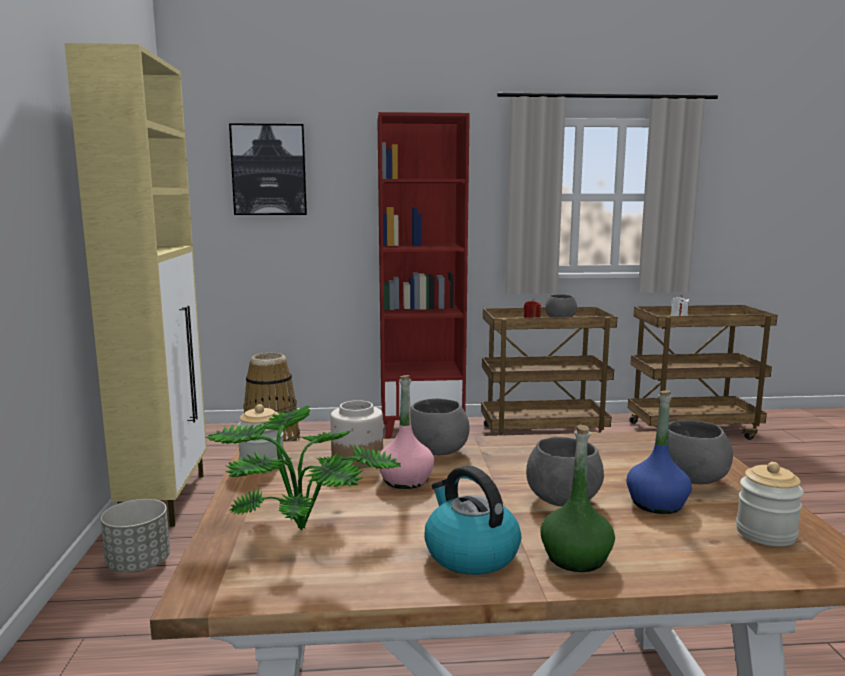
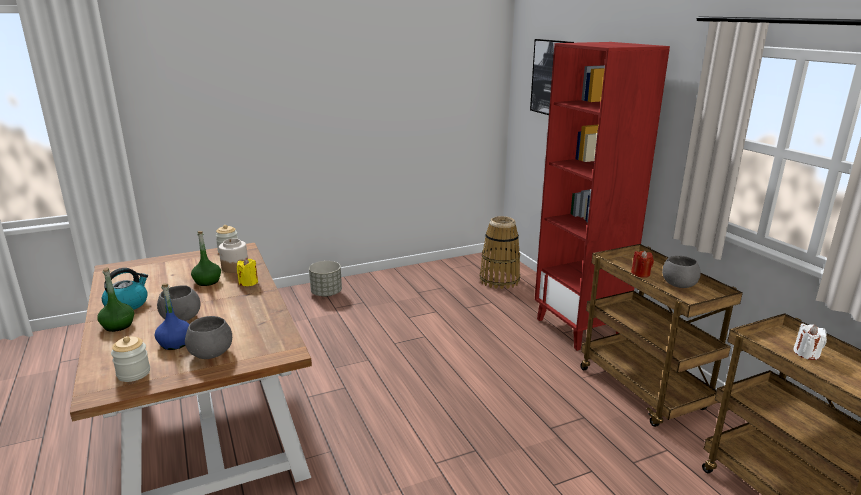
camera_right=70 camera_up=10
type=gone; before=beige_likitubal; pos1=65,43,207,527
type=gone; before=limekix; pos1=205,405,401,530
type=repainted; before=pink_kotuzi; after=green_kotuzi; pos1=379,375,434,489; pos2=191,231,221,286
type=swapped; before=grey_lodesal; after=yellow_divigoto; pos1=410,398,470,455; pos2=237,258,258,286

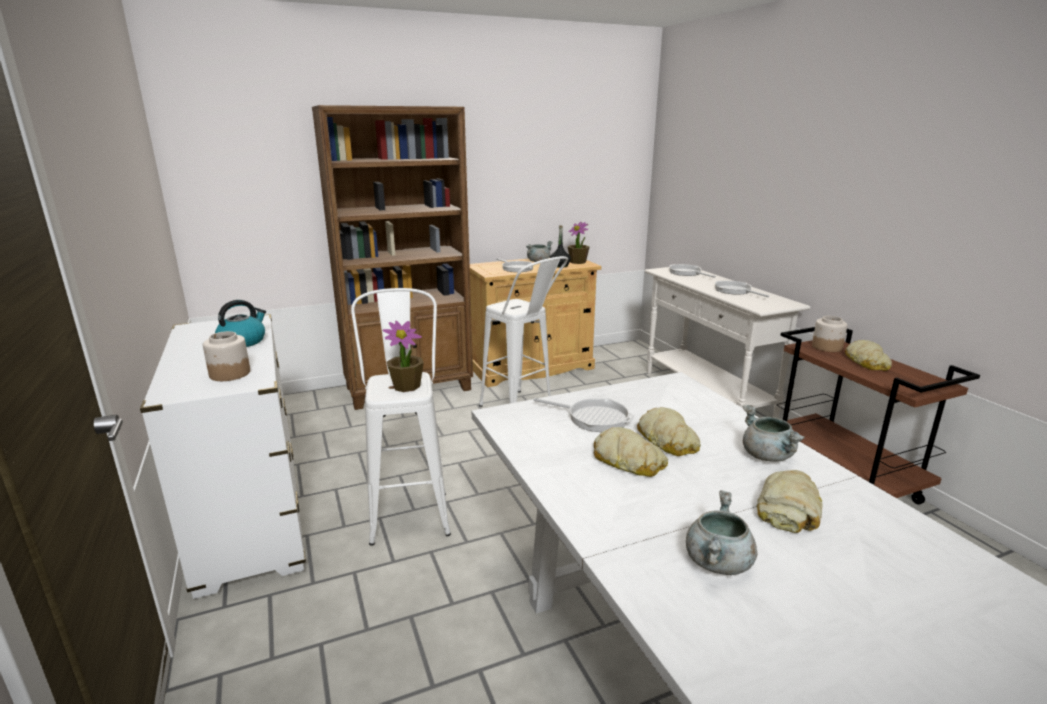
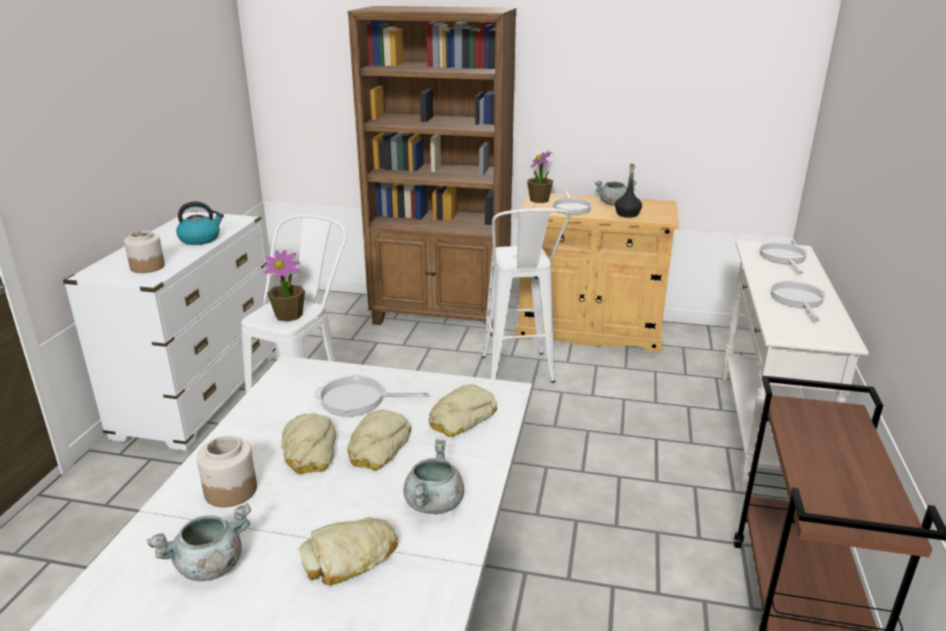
camera_right=35 camera_up=5
type=rotated; before=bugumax; pos1=534,398,634,432; pos2=314,374,429,416; turn=120
type=shifted; before=limekix; pos1=568,221,590,264; pos2=527,150,553,203
type=shifted; before=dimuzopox; pos1=812,316,847,352; pos2=197,436,257,508
type=shifted; before=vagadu; pos1=845,340,892,371; pos2=428,384,497,437

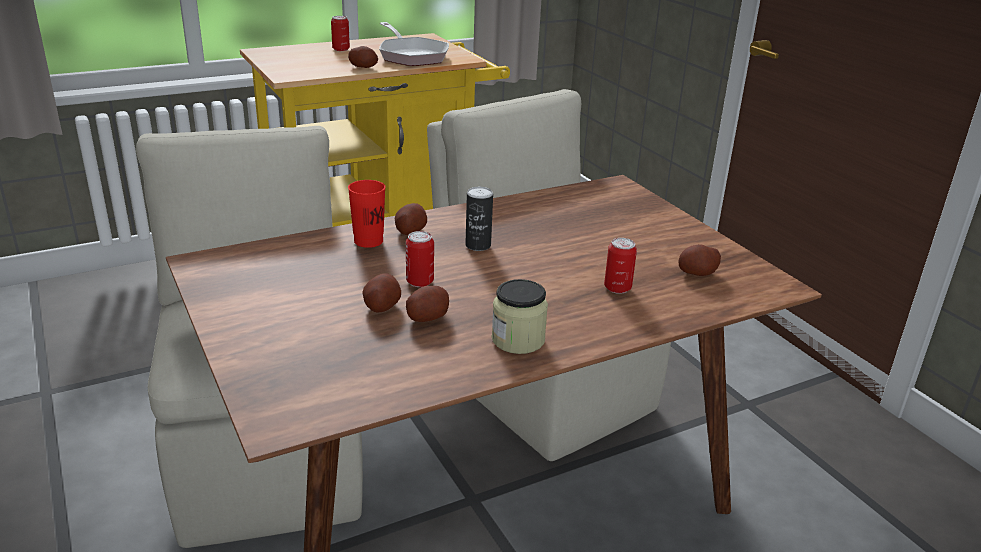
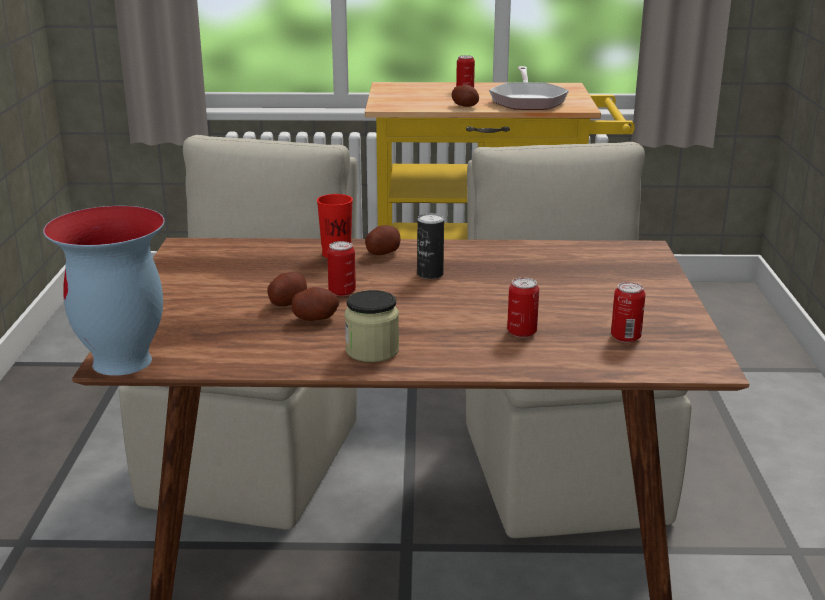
camera_right=30 camera_up=-5
type=swapped; before=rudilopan; after=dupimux; pos1=679,244,721,276; pos2=611,282,646,343
type=new; after=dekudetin; pos2=43,206,164,376

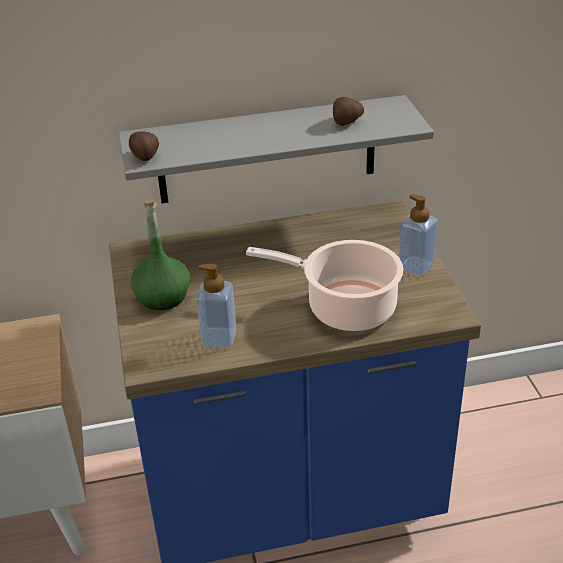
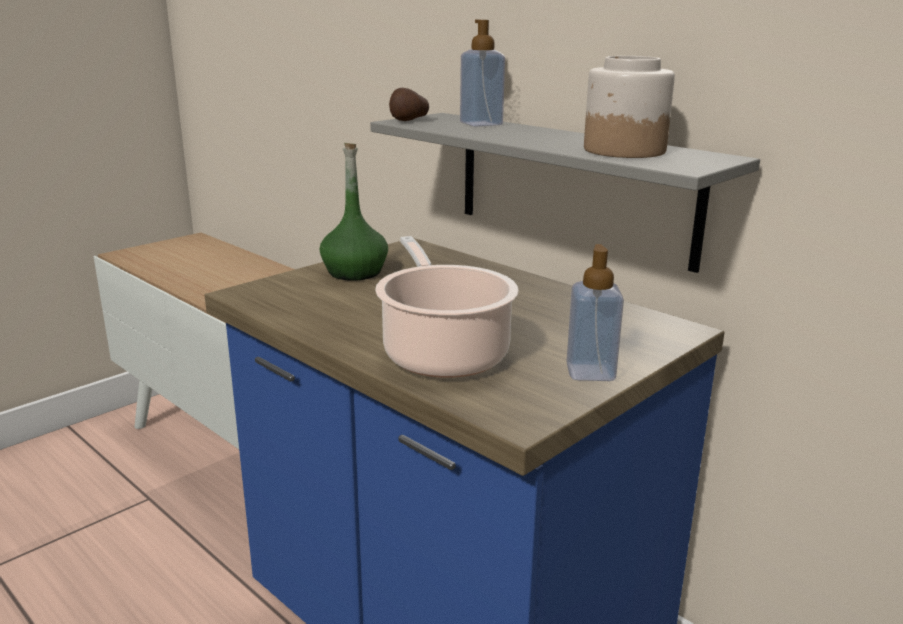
camera_right=55 camera_up=-15
type=shifted; before=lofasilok; pos1=196,264,236,348; pos2=460,20,505,127
type=swapped; before=rudilopan; after=dimuzopox; pos1=333,97,364,126; pos2=584,56,675,158

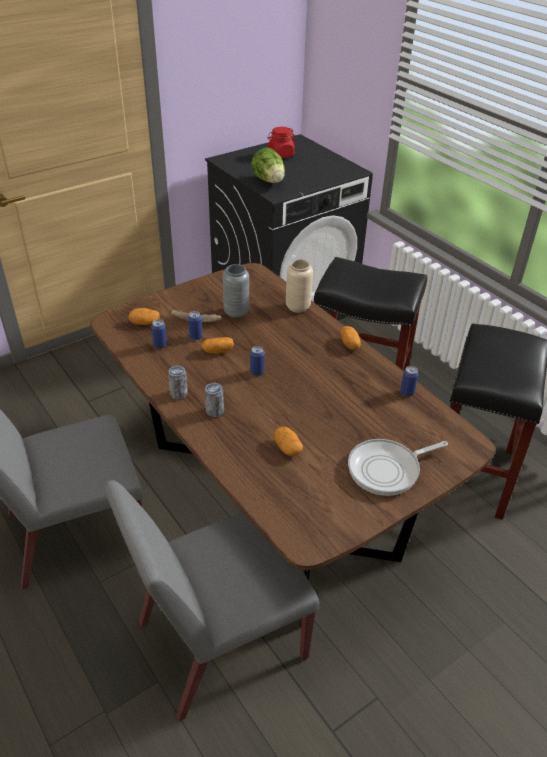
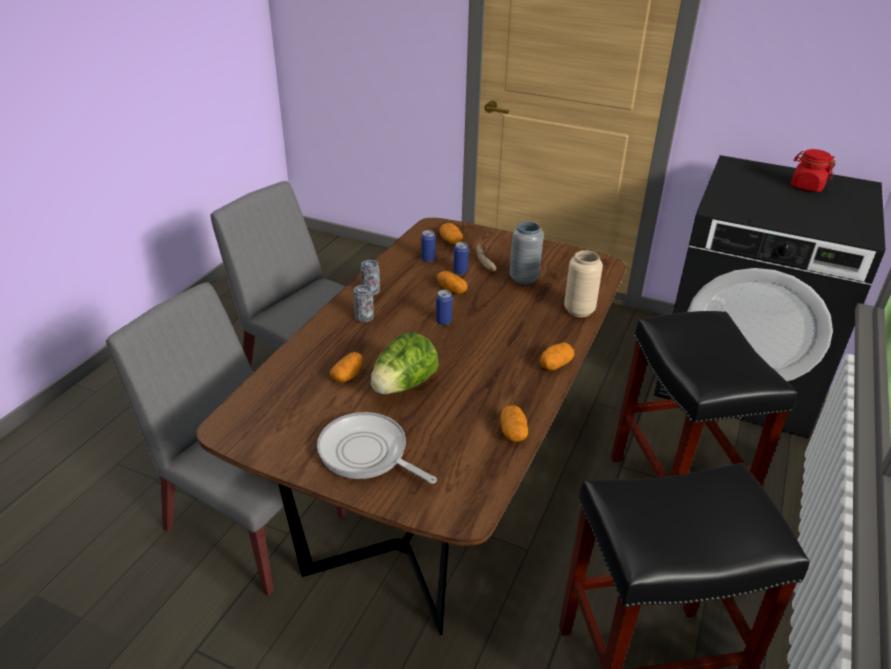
camera_right=60 camera_up=-5
type=shifted; before=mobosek; pos1=251,148,285,183; pos2=370,332,439,394
type=swapped; before=dupimux; after=rudilopan; pos1=400,366,419,397; pos2=500,405,528,442

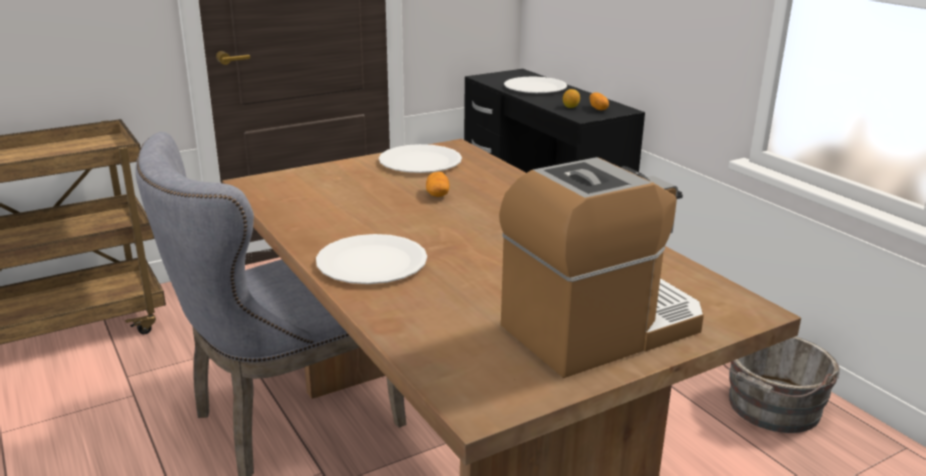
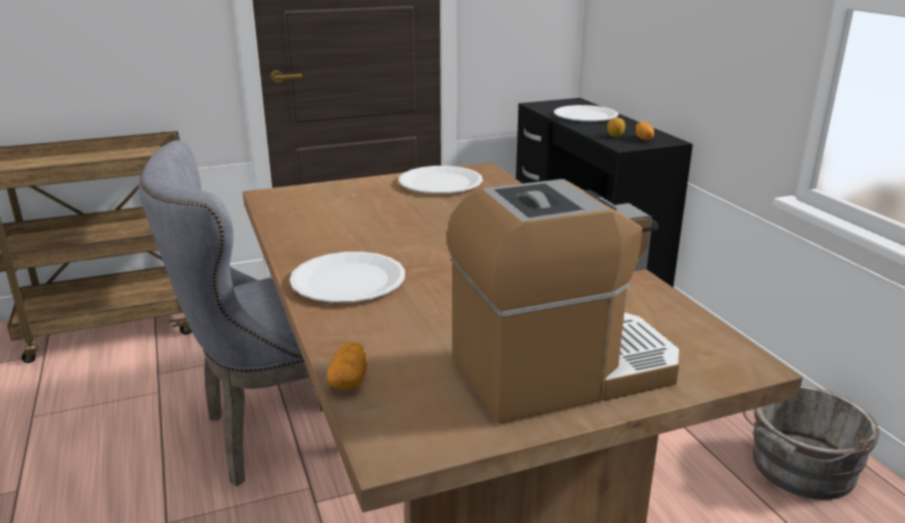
camera_right=10 camera_up=0
type=shifted; before=rudilopan; pos1=426,172,450,197; pos2=327,343,368,389

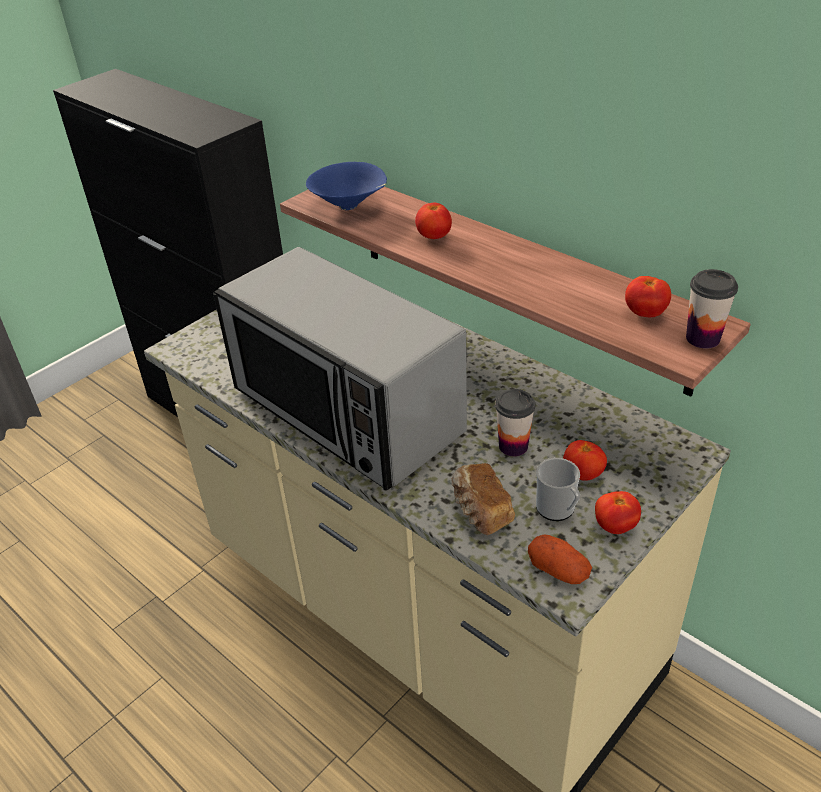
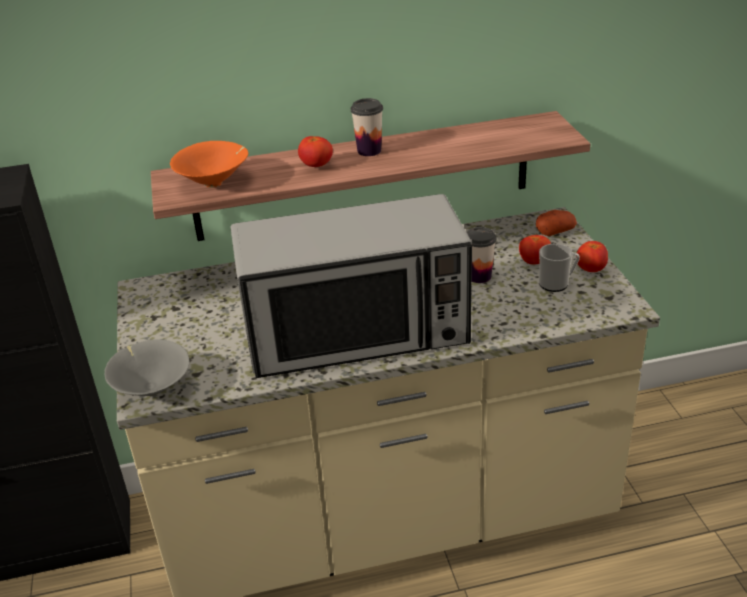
camera_right=-55 camera_up=-5
type=repainted; before=blue_lodesal; after=orange_lodesal; pos1=306,162,387,210; pos2=170,141,248,188
type=gone; before=vagadu; pos1=451,463,515,535
type=shifted; before=rudilopan; pos1=528,535,592,584; pos2=536,210,577,236
type=gone; before=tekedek; pos1=625,276,671,317
type=shifted; before=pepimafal; pos1=686,269,738,349; pos2=351,98,383,156
type=new; after=grey_lodesal; pos2=105,339,189,396

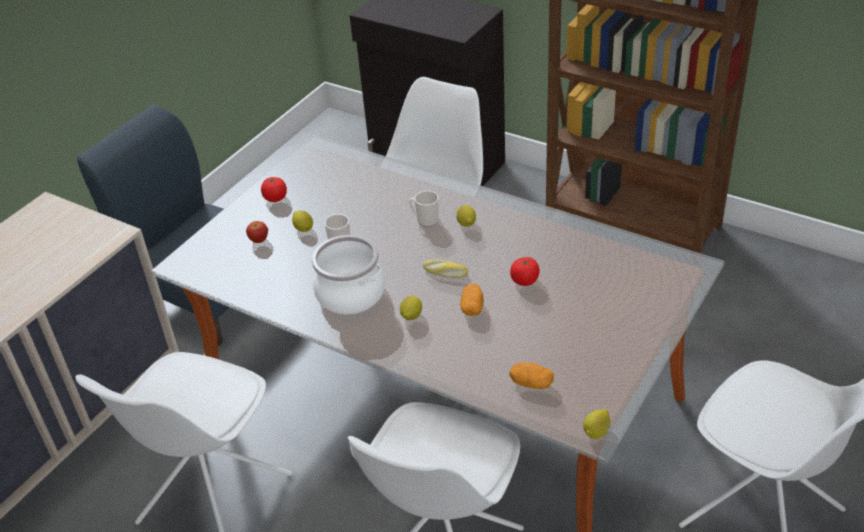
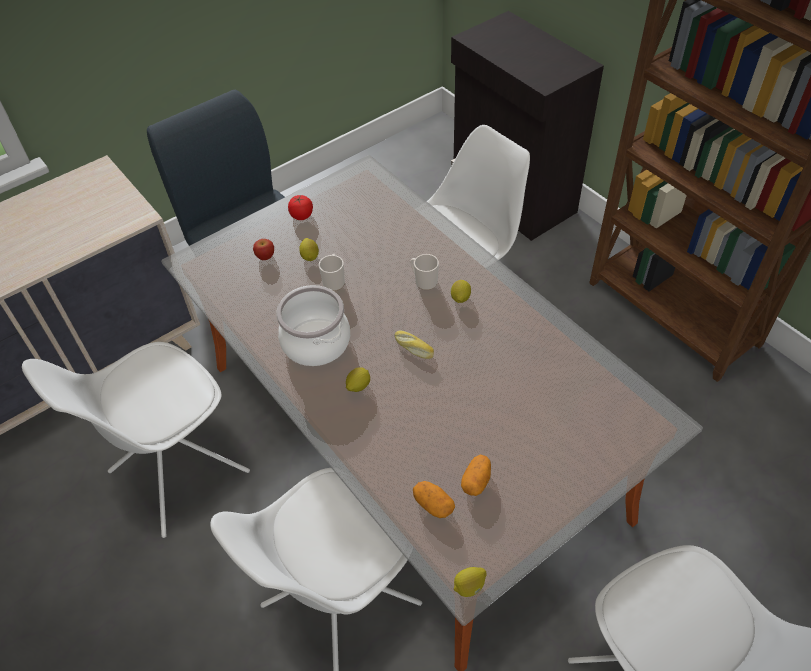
camera_right=20 camera_up=10
type=shifted; before=rudilopan; pos1=460,284,484,316; pos2=461,454,491,496
type=gone; before=tekedek; pos1=510,257,540,286

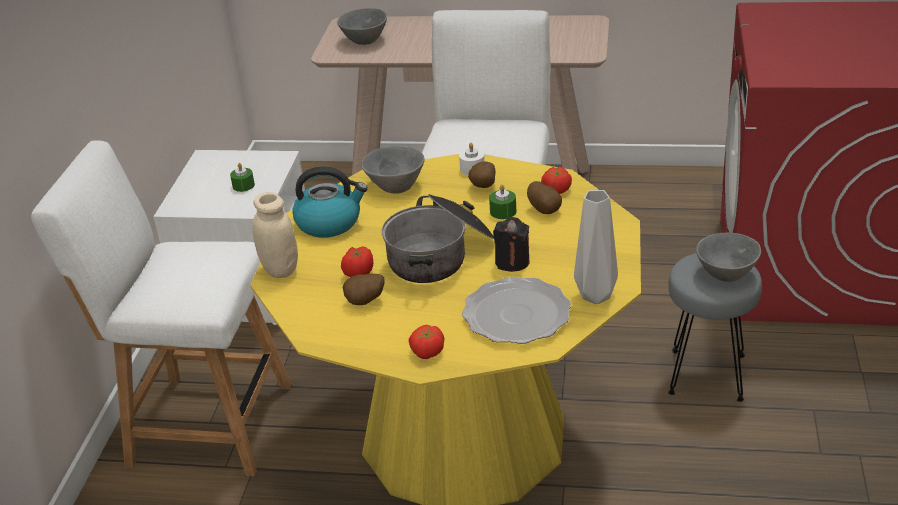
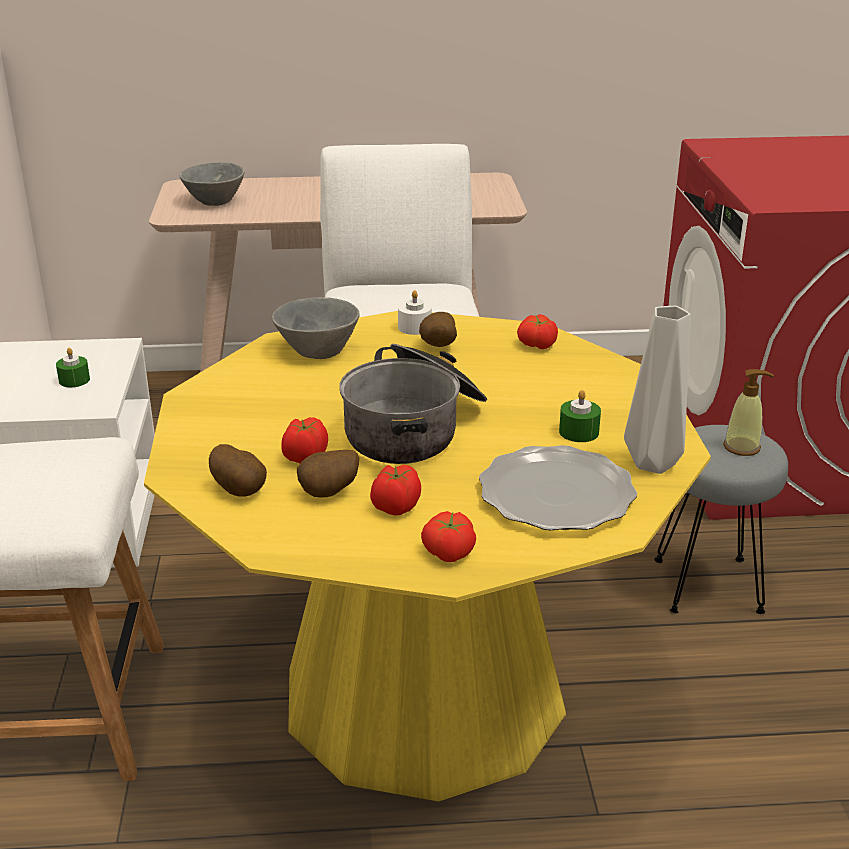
camera_right=-15 camera_up=-5
type=gone; before=beige_dimuzopox; pos1=253,192,298,278
type=gone; before=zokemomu; pos1=292,166,368,238
type=shifted; before=green_divigoto; pos1=489,184,517,219; pos2=559,390,601,442
type=gone; before=black_divigoto; pos1=493,217,530,272
type=shifted; before=rudilopan; pos1=527,181,562,214; pos2=209,444,267,497
type=swapped; before=grey_lodesal; after=lofasilok; pos1=696,233,761,282; pos2=723,369,774,456
type=new; after=tekedek; pos2=370,465,421,516

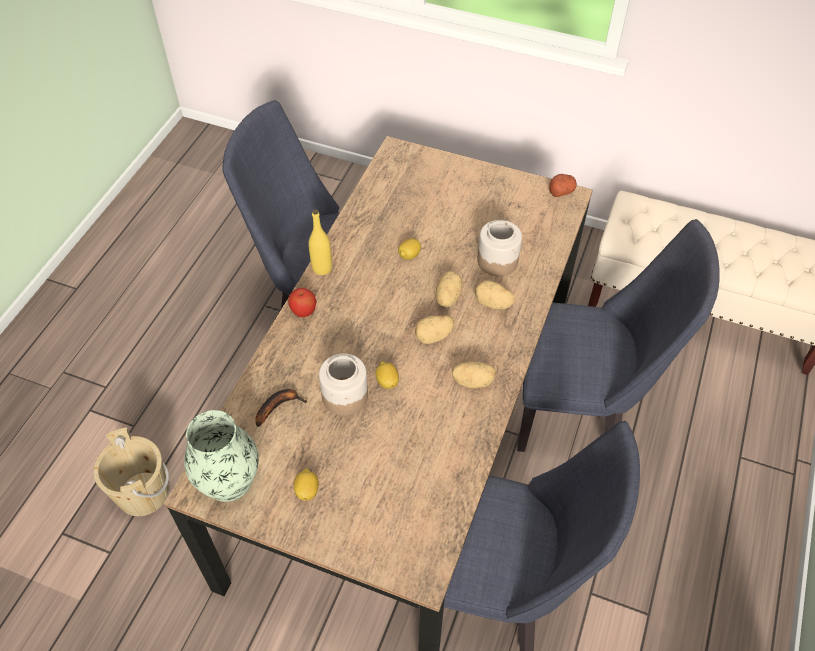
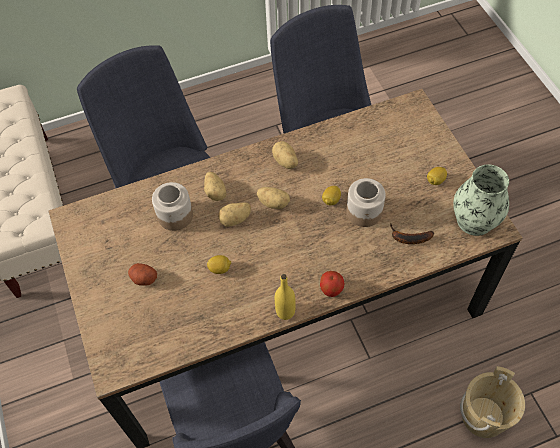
camera_right=-130 camera_up=5
type=shifted; before=rudilopan; pos1=549,174,577,197; pos2=128,263,157,286

